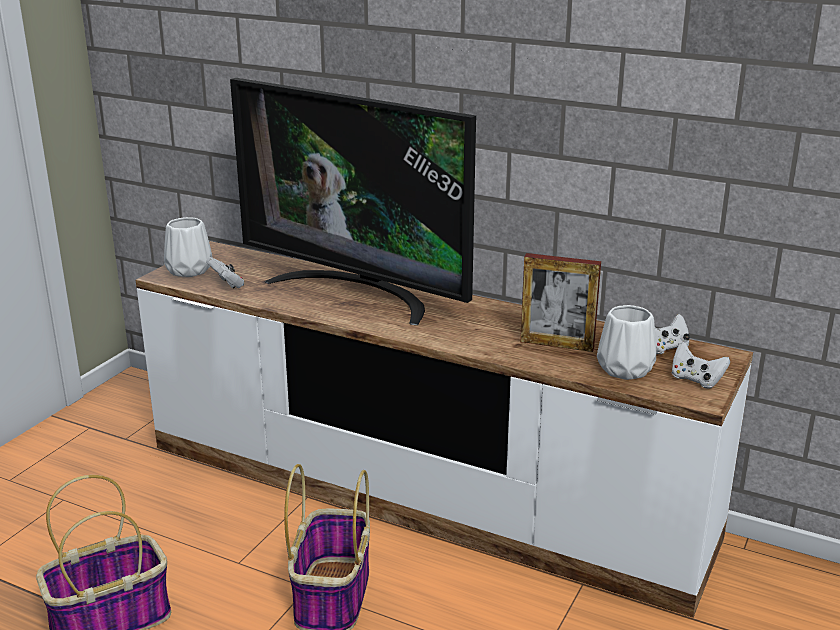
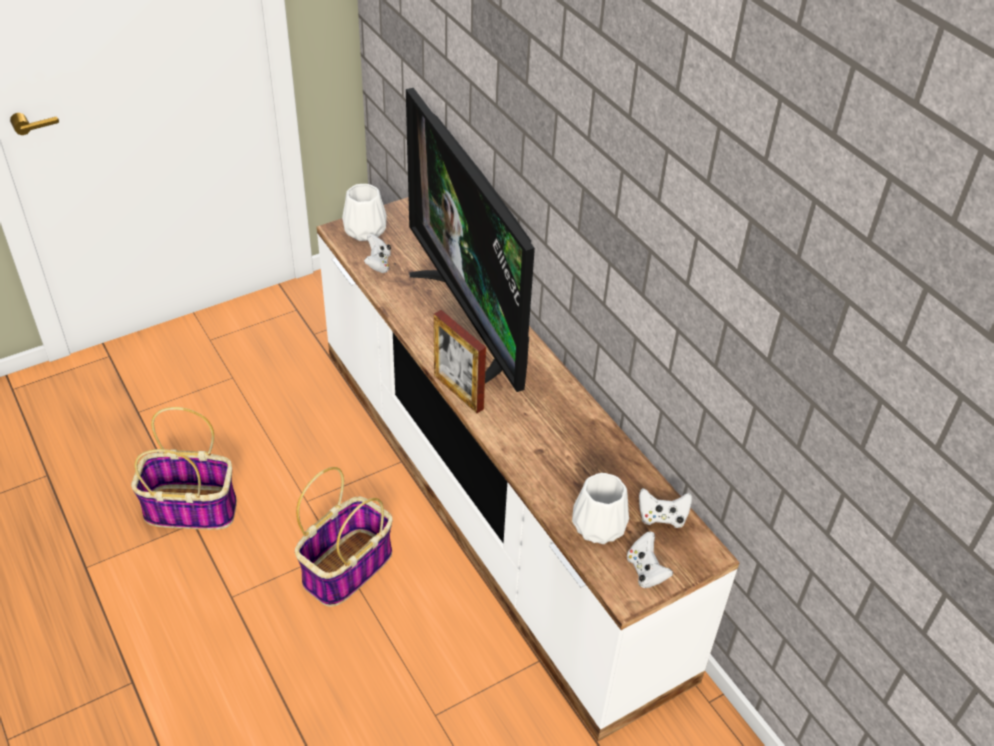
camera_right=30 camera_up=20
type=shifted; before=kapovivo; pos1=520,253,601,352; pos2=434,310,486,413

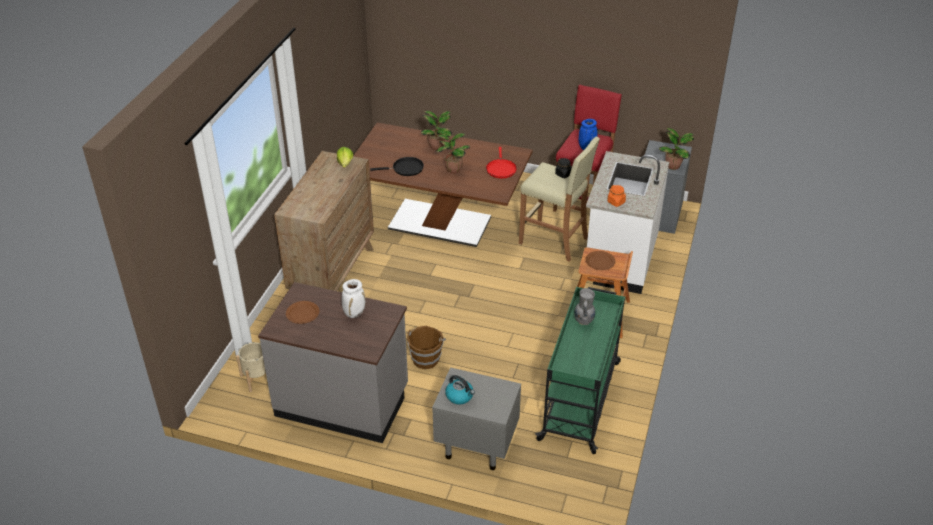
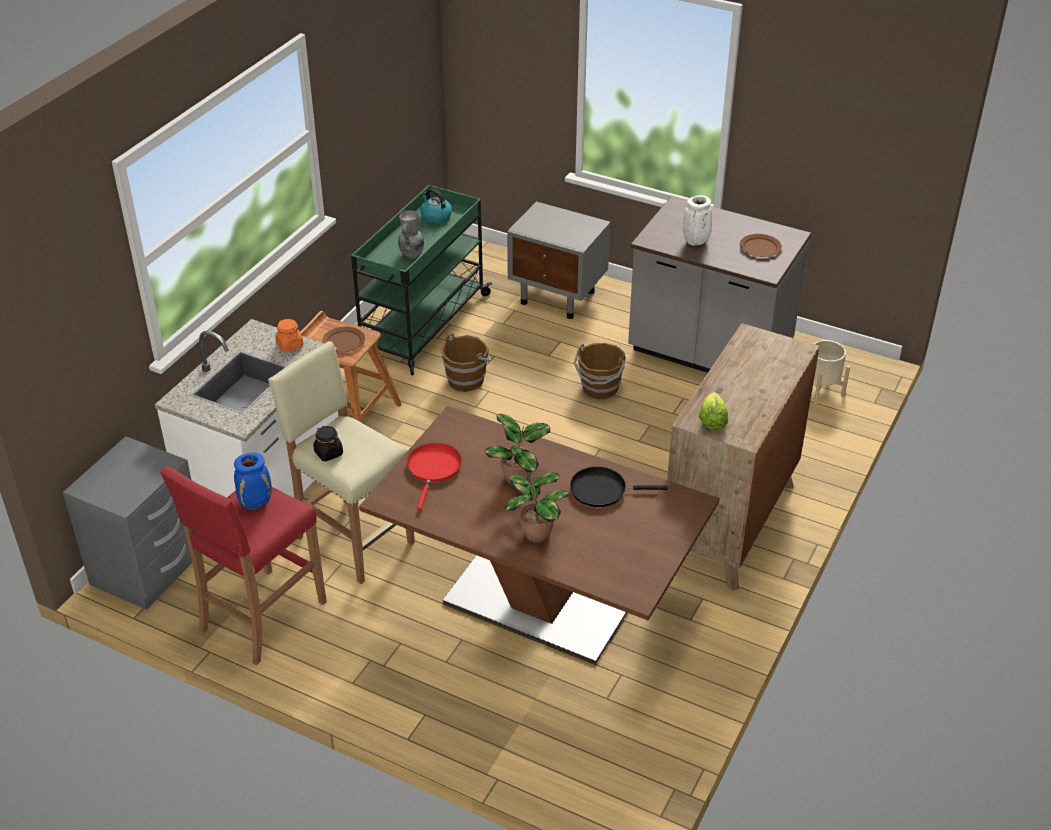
camera_right=-170 camera_up=0
type=shifted; before=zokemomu; pos1=445,375,475,404; pos2=420,189,452,223
type=gone; before=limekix; pos1=659,128,694,170
type=new; after=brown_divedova; pos2=441,333,491,392

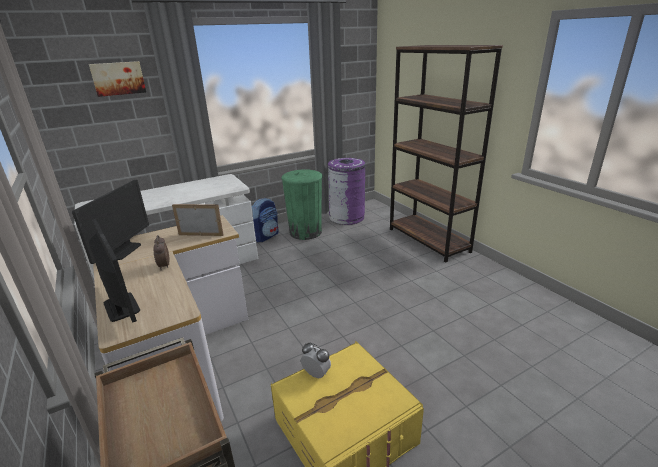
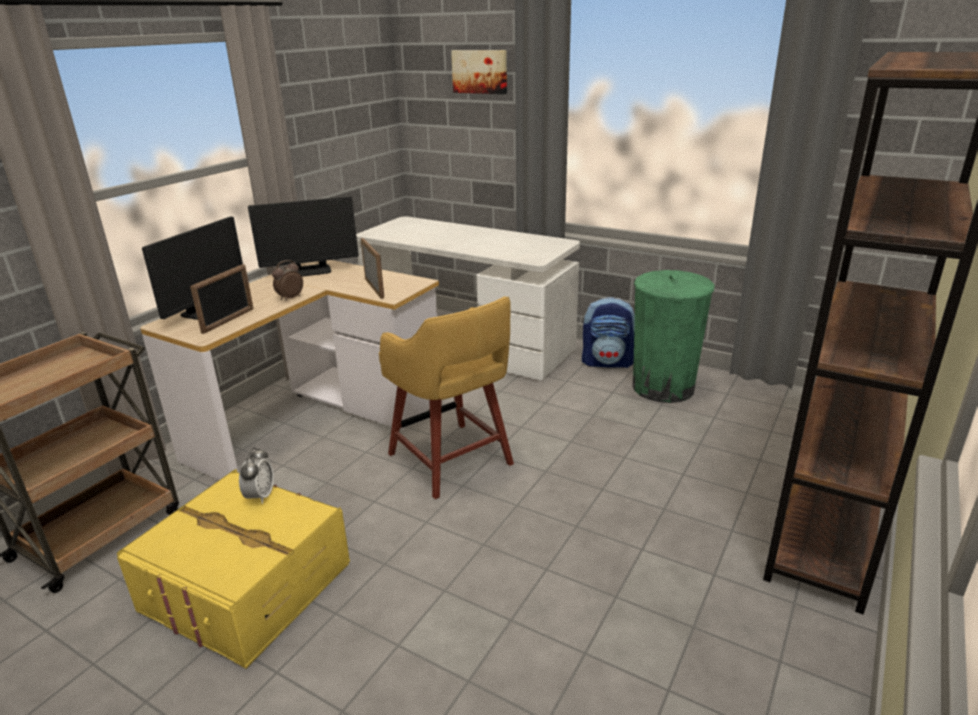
camera_right=60 camera_up=0
type=gone; before=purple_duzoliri; pos1=328,158,366,225
type=new; after=kapovivo; pos2=190,264,254,334
type=new; after=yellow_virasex; pos2=379,297,514,499

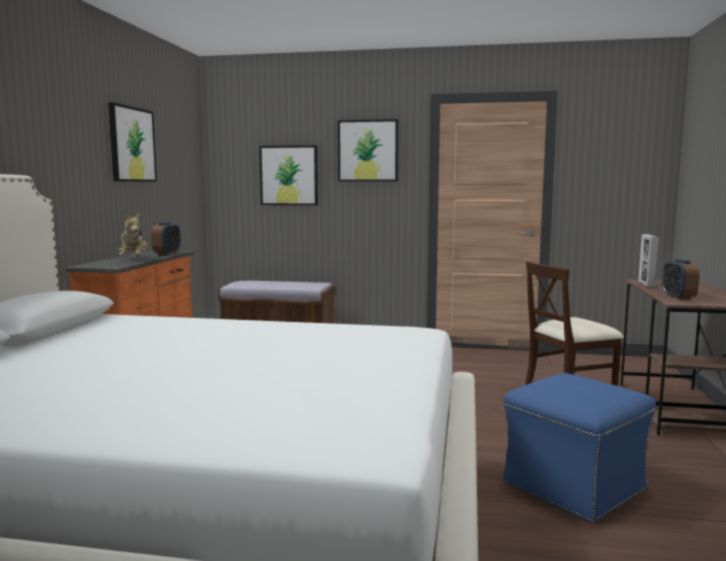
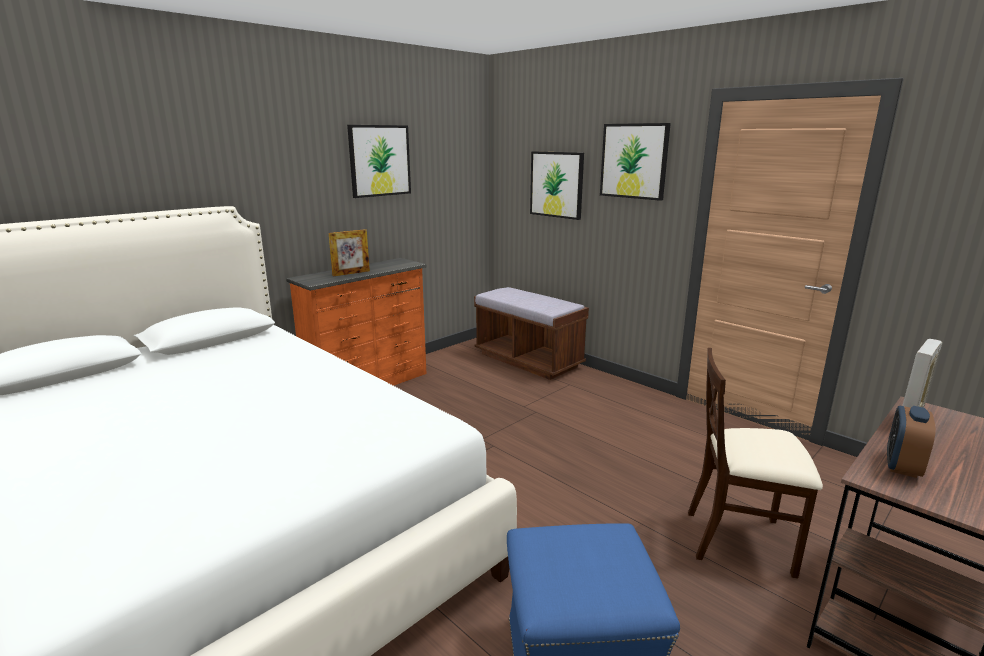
camera_right=35 camera_up=10
type=swapped; before=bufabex; after=kapovivo; pos1=119,213,147,256; pos2=329,229,370,276
type=gone; before=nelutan; pos1=151,222,181,255

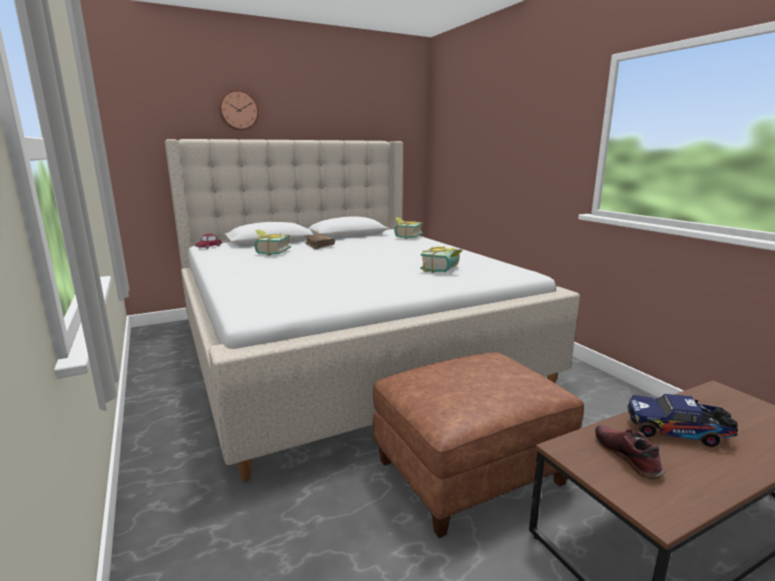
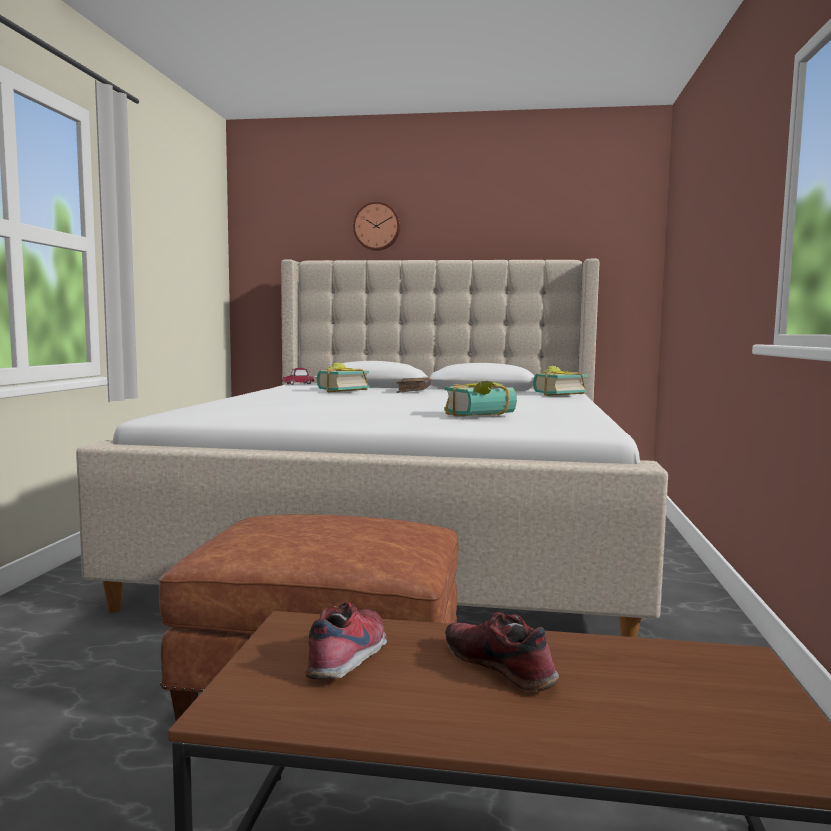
camera_right=35 camera_up=-10
type=swapped; before=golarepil; after=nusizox; pos1=628,394,738,447; pos2=445,612,559,692

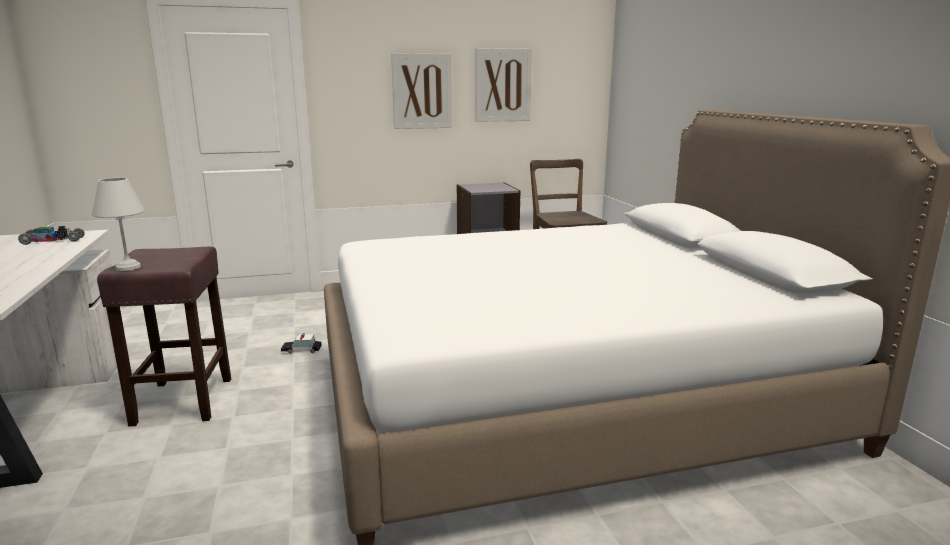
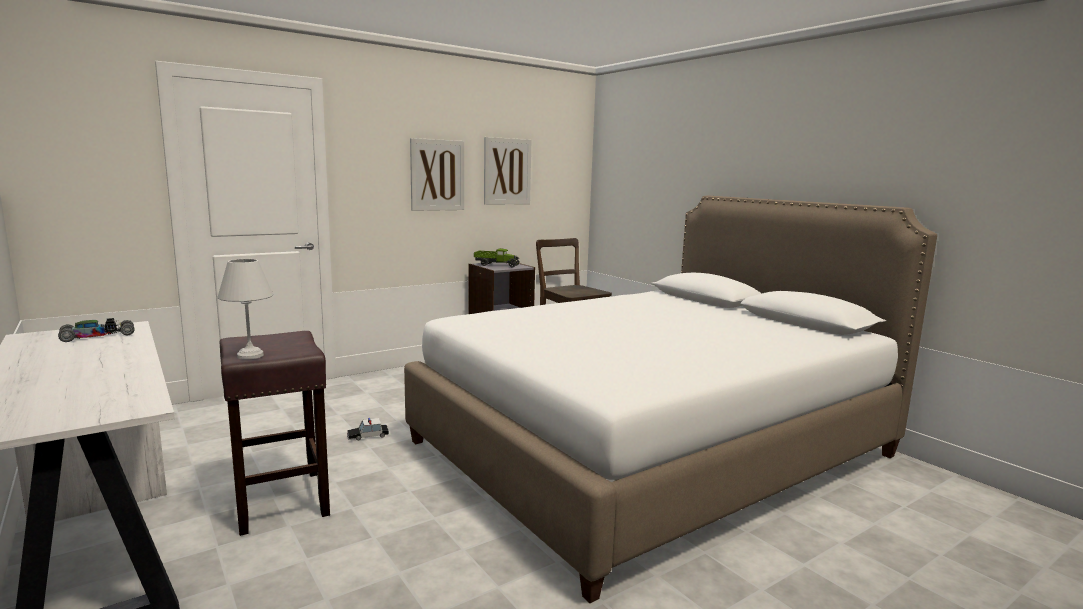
camera_right=-20 camera_up=-5
type=new; after=golarepil; pos2=474,248,519,267

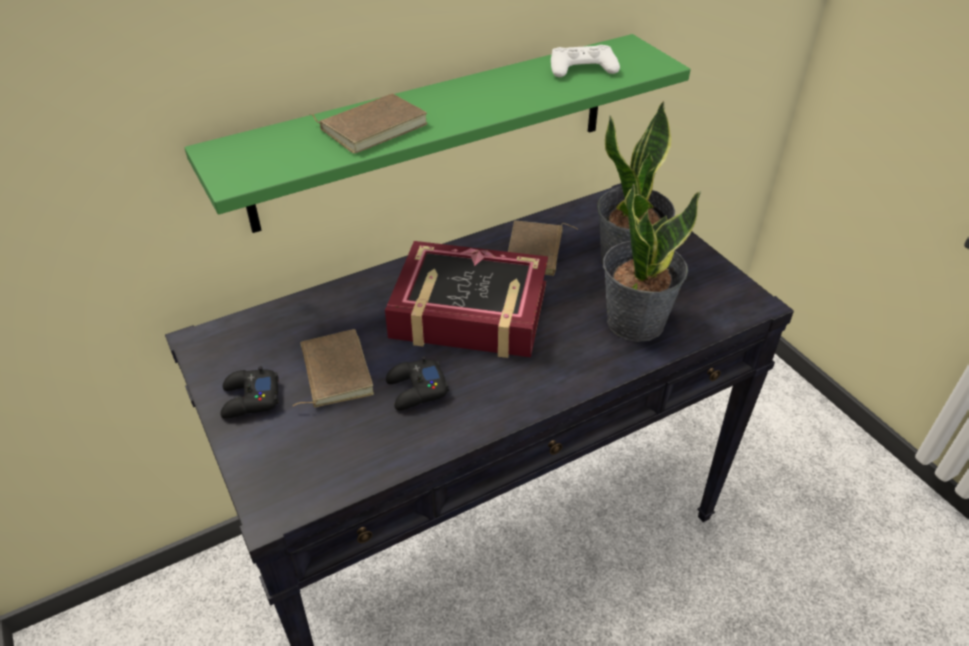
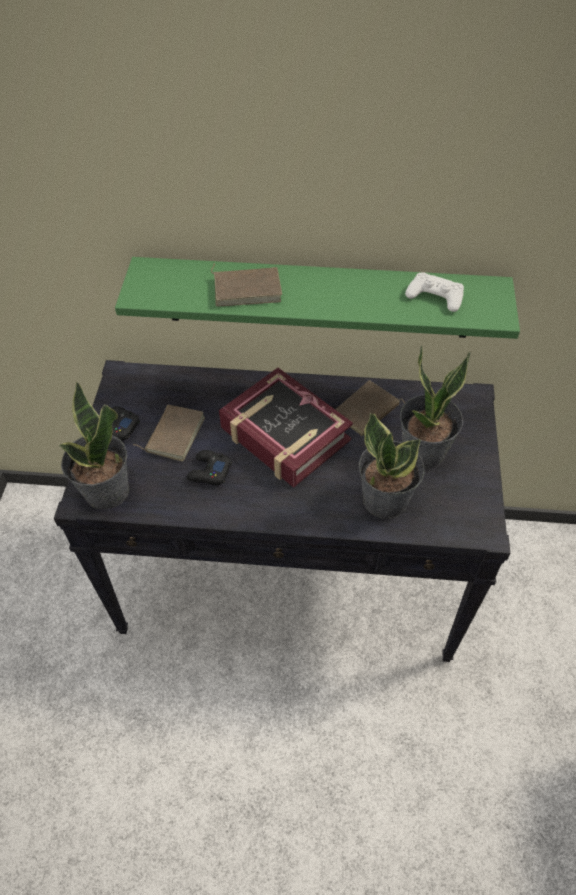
camera_right=35 camera_up=10
type=new; after=limekix; pos2=59,381,129,509

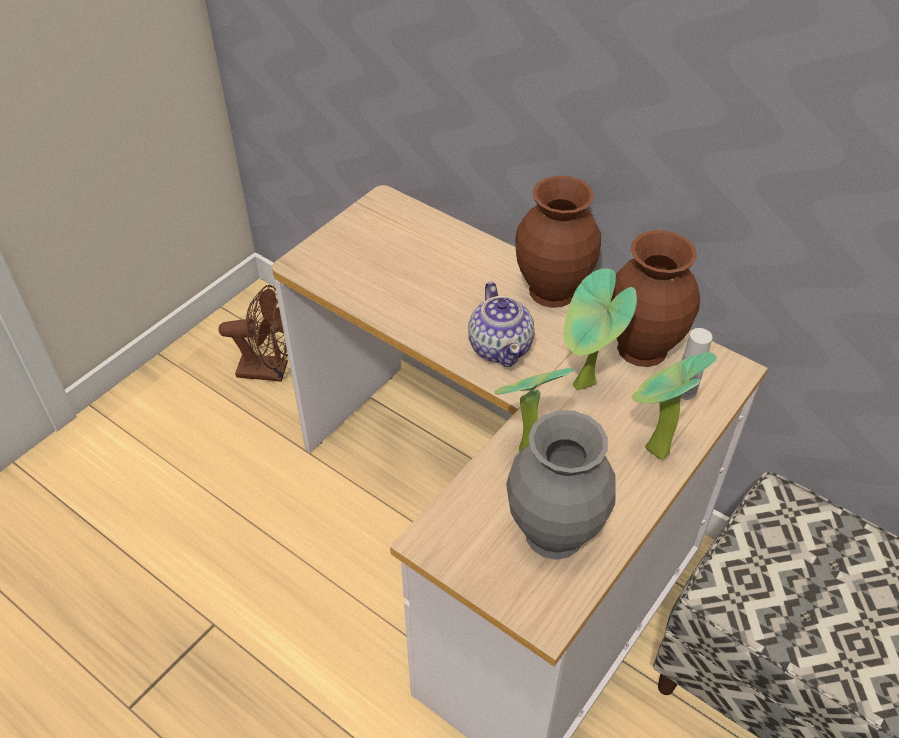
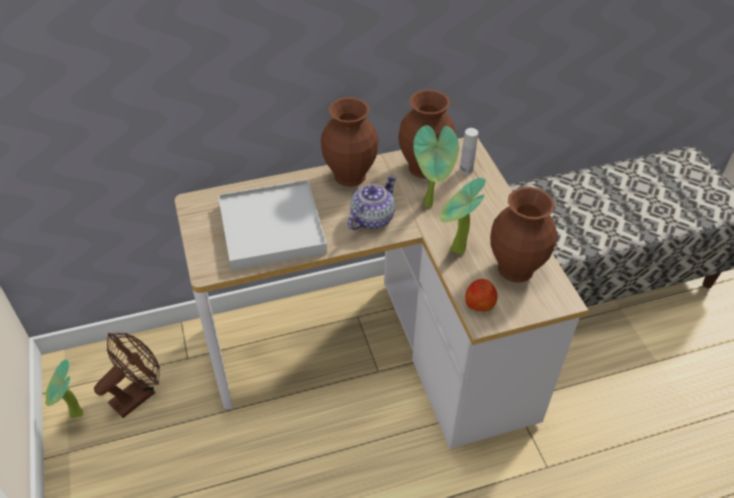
camera_right=-55 camera_up=0
type=rotated; before=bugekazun; pos1=468,282,535,367; pos2=348,175,396,230; turn=-75
type=repainted; before=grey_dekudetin; after=brown_dekudetin; pos1=506,410,616,560; pos2=490,187,557,283
type=shifted; before=limekix; pos1=632,352,717,460; pos2=45,360,83,418
type=new; after=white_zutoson; pos2=218,180,327,271
type=new; after=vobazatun; pos2=465,279,497,312

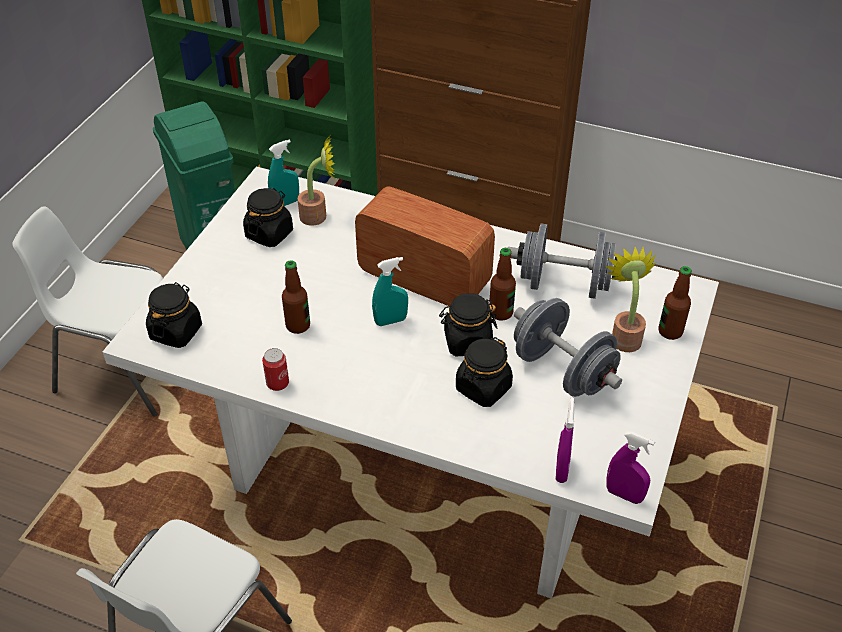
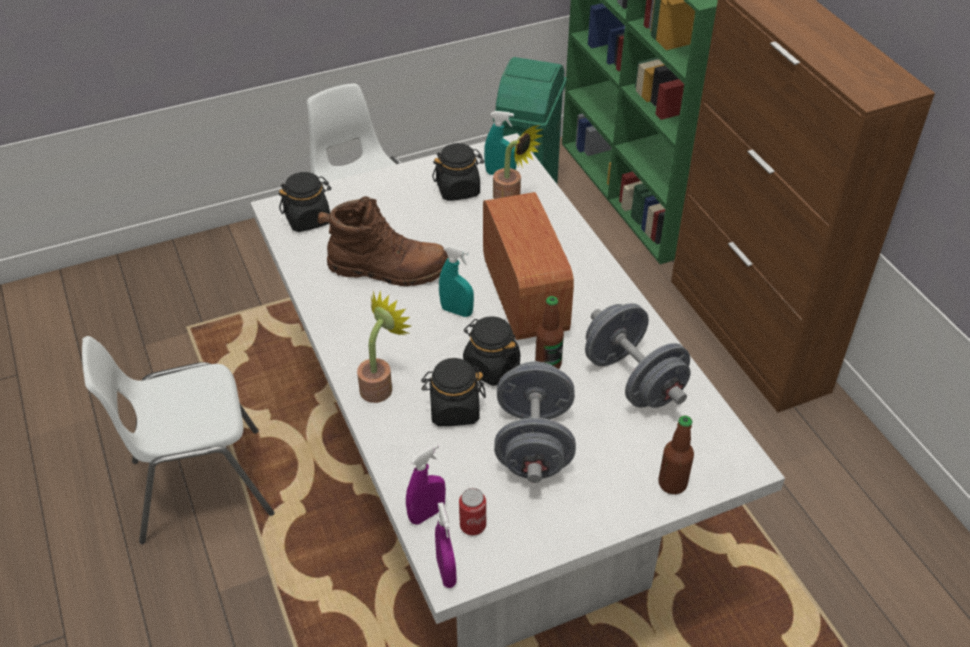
camera_right=45 camera_up=0
type=shifted; before=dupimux; pos1=262,348,289,391; pos2=459,488,486,535
type=swapped; before=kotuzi; after=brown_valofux; pos1=282,260,310,334; pos2=317,196,449,286
type=shifted; before=limekix; pos1=606,247,656,352; pos2=357,290,411,403

